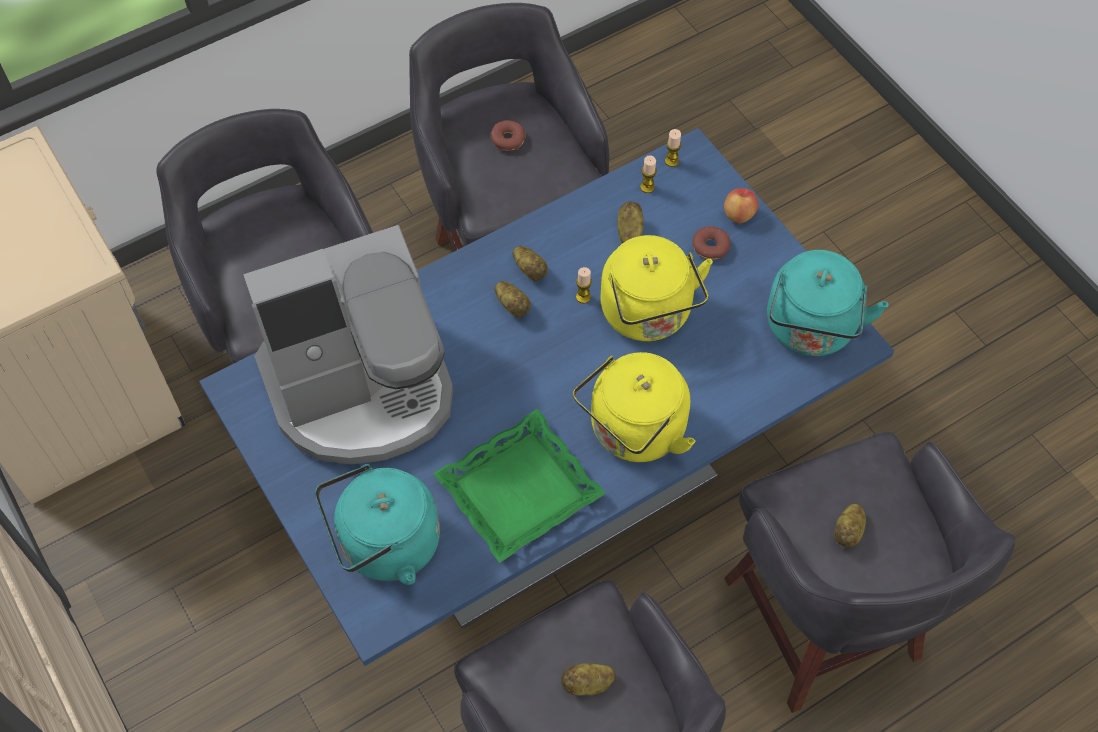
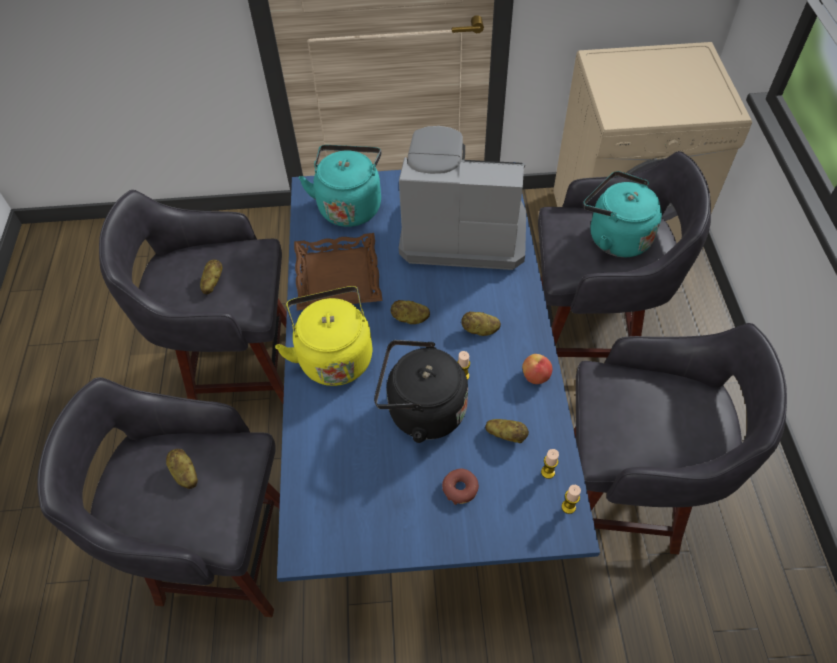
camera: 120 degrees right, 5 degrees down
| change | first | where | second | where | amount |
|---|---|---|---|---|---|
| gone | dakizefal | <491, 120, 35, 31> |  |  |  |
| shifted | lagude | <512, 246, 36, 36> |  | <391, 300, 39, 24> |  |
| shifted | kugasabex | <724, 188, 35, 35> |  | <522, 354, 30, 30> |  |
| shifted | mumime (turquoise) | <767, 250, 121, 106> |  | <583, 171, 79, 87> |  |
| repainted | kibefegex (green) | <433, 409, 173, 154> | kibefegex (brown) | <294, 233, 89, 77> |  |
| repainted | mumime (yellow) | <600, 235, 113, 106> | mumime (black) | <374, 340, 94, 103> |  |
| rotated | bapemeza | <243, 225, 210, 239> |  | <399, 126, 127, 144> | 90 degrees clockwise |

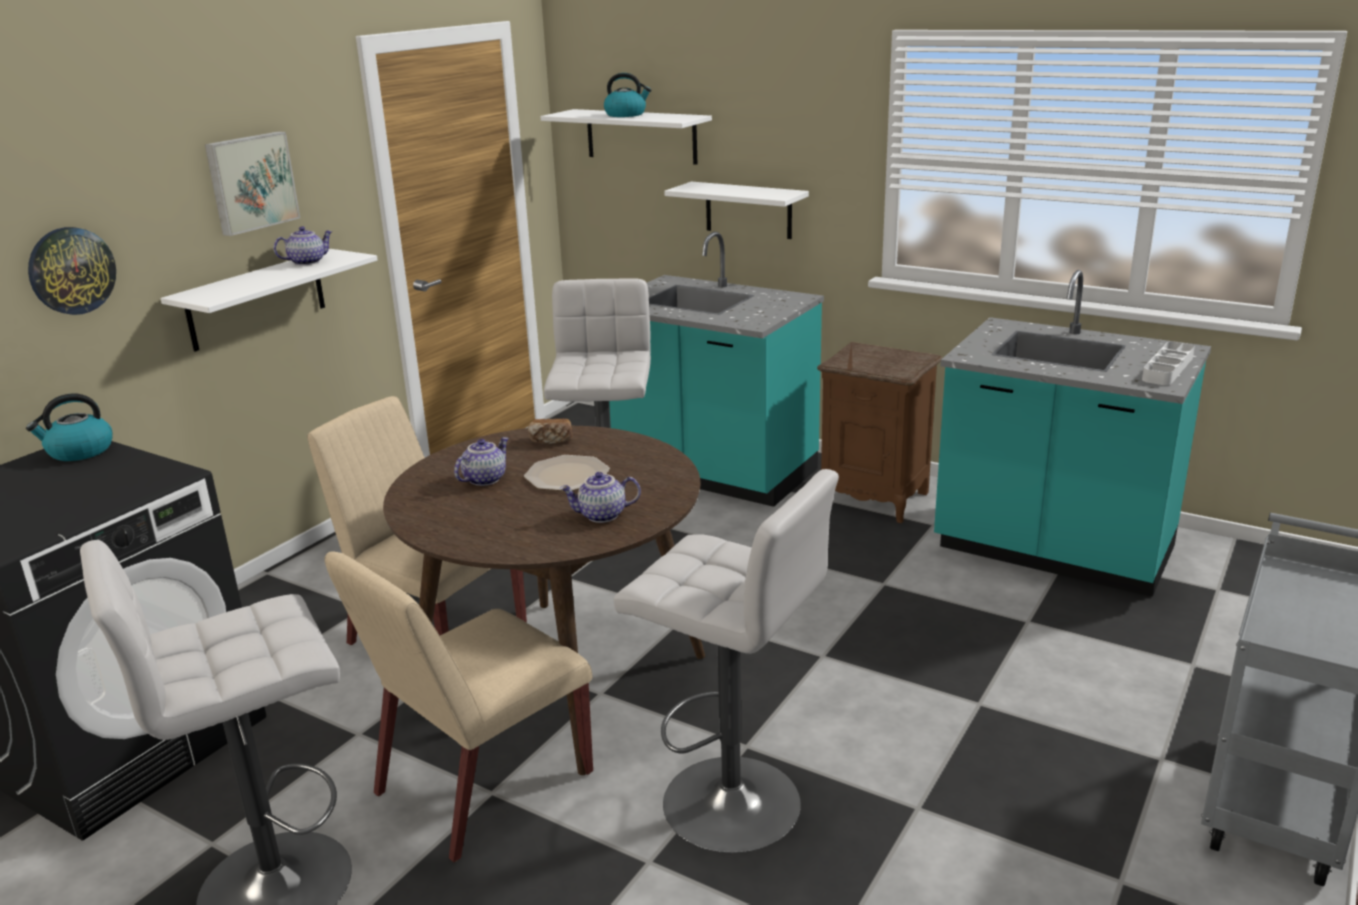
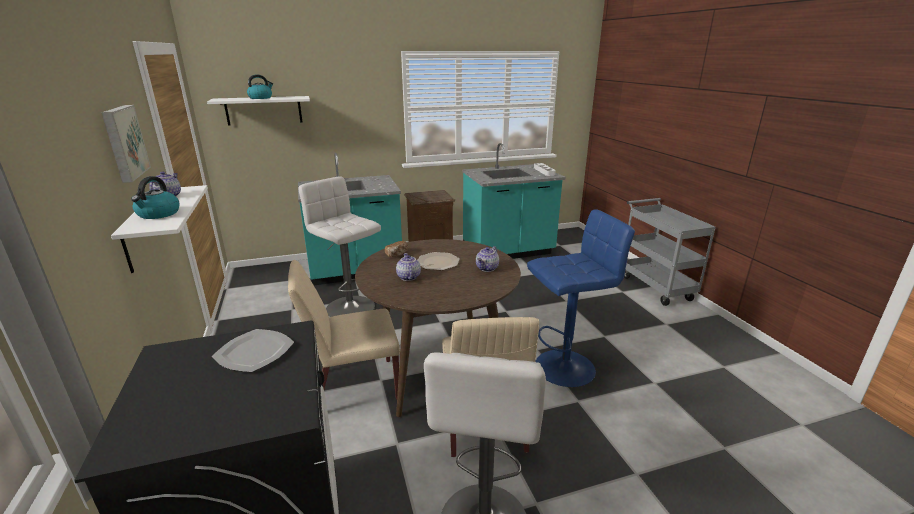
camera: 50 degrees left, 0 degrees up
| change | first | where | second | where | amount |
|---|---|---|---|---|---|
| gone | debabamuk | <28, 227, 88, 88> |  |  |  |
| gone | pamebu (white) | <664, 181, 145, 58> |  |  |  |
| new |  |  | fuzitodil | <212, 329, 82, 43> |  |
| shifted | mumime | <26, 394, 87, 67> |  | <131, 176, 48, 43> |  |
| repainted | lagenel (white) | <614, 469, 225, 384> | lagenel (blue) | <527, 209, 108, 178> |  |

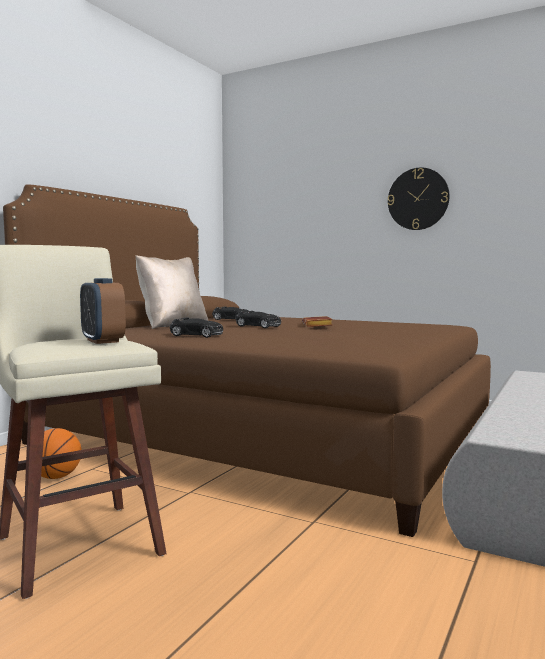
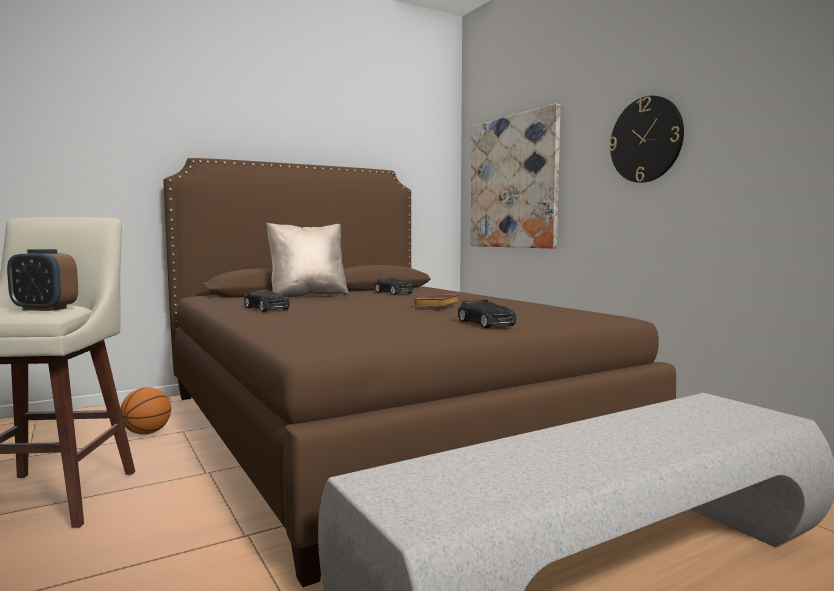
camera: 30 degrees right, 0 degrees up
| change | first | where | second | where | amount |
|---|---|---|---|---|---|
| new |  |  | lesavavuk | <470, 103, 91, 146> |  |
| shifted | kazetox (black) | <236, 311, 45, 17> |  | <458, 299, 58, 29> |  |
| rotated | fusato | <80, 278, 46, 66> |  | <7, 249, 71, 62> | 75 degrees counterclockwise |

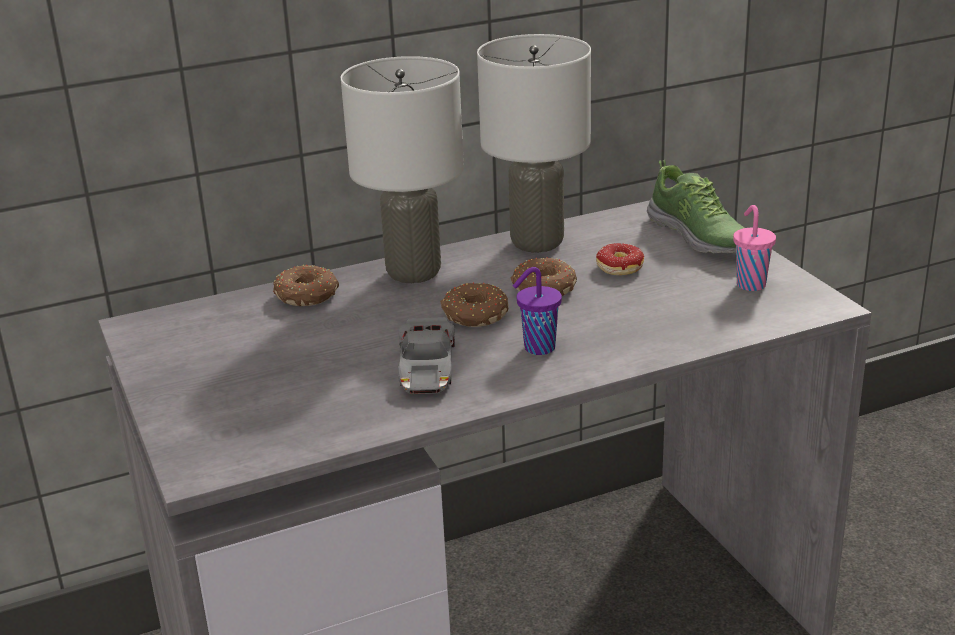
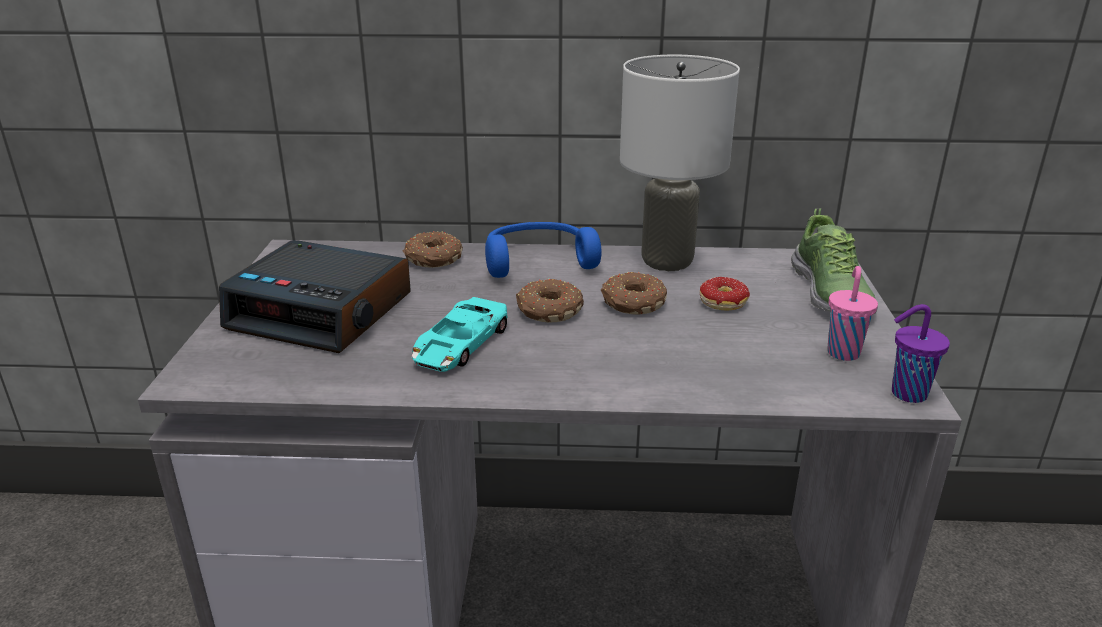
camera: 25 degrees right, 0 degrees up
| change | first | where | second | where | amount |
|---|---|---|---|---|---|
| new |  |  | fusato | <219, 240, 192, 113> |  |
| shifted | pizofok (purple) | <513, 267, 49, 88> |  | <892, 304, 58, 99> |  |
| swapped | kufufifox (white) | <341, 56, 123, 227> | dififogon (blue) | <485, 222, 117, 56> |  |
| repainted | kazetox (grey) | <398, 317, 57, 77> | kazetox (turquoise) | <412, 297, 95, 75> |  |

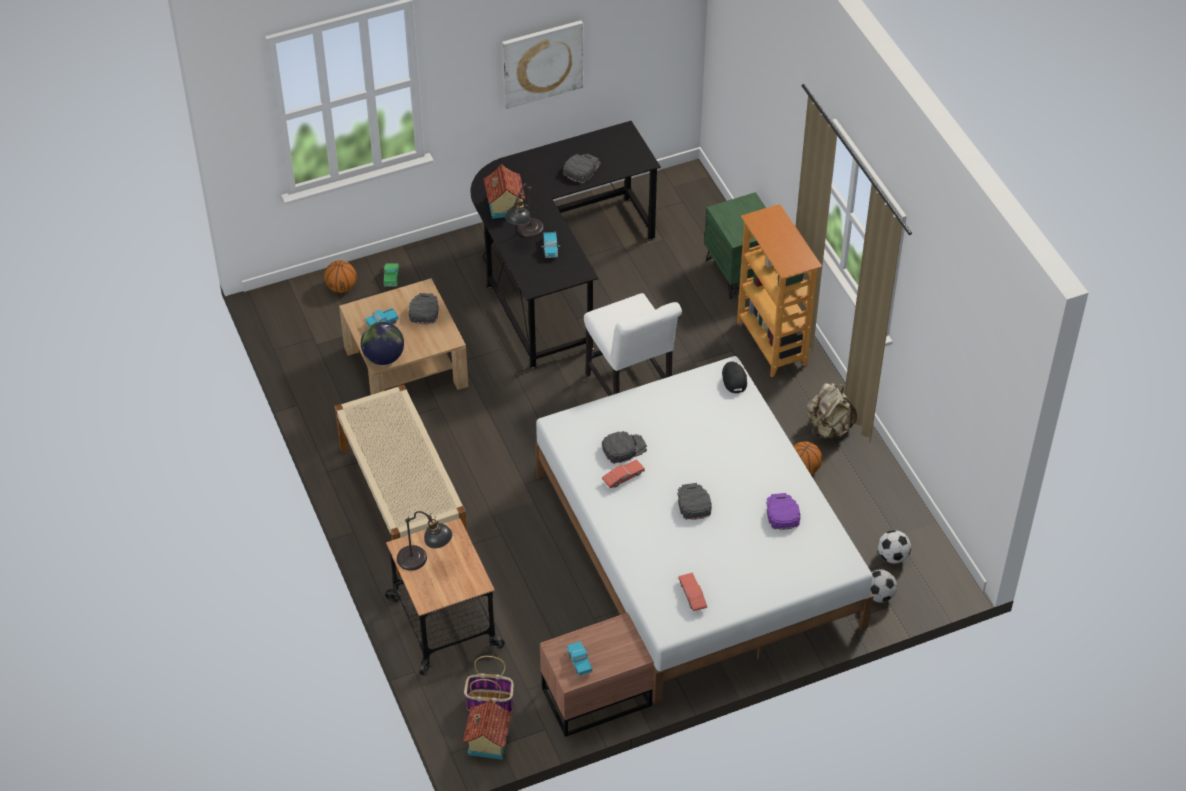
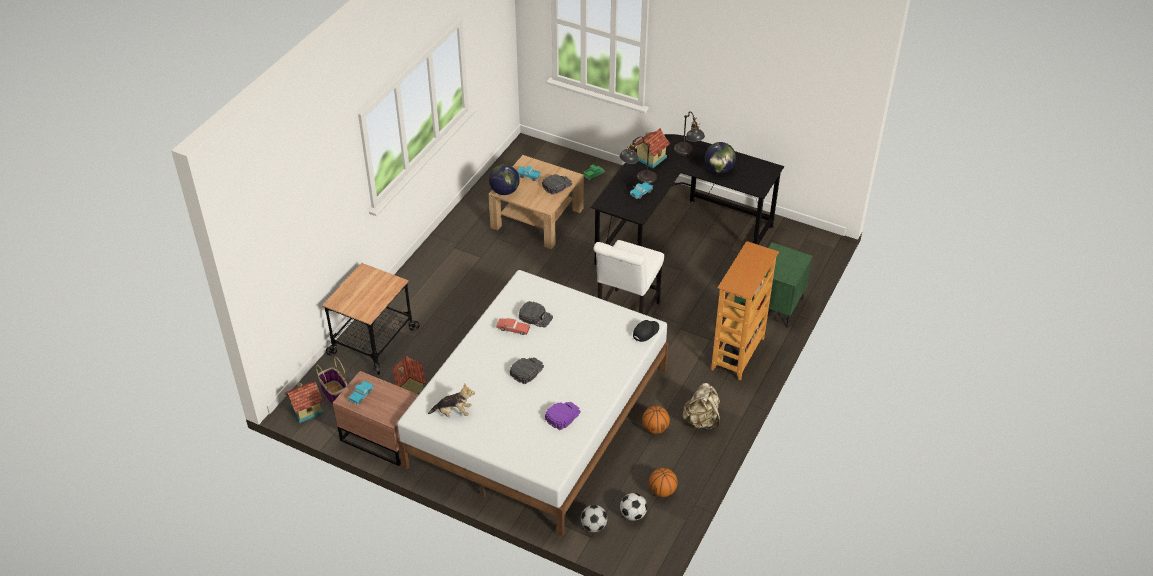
camera: 50 degrees right, 5 degrees down
| change | first | where | second | where | amount |
|---|---|---|---|---|---|
| gone | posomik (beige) | <334, 384, 133, 192> |  |  |  |
| gone | lesavavuk | <502, 20, 81, 89> |  |  |  |
| new |  |  | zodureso | <392, 356, 34, 39> |  |
| shifted | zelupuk | <324, 260, 32, 33> |  | <649, 468, 29, 29> |  |
| shifted | kufufifox (grey) | <397, 511, 55, 60> |  | <674, 111, 31, 44> |  |
| swapped | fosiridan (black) | <563, 154, 38, 30> | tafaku | <705, 142, 31, 31> |  |
| swapped | kazetox (red) | <679, 573, 28, 38> | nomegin | <428, 384, 47, 33> |  |

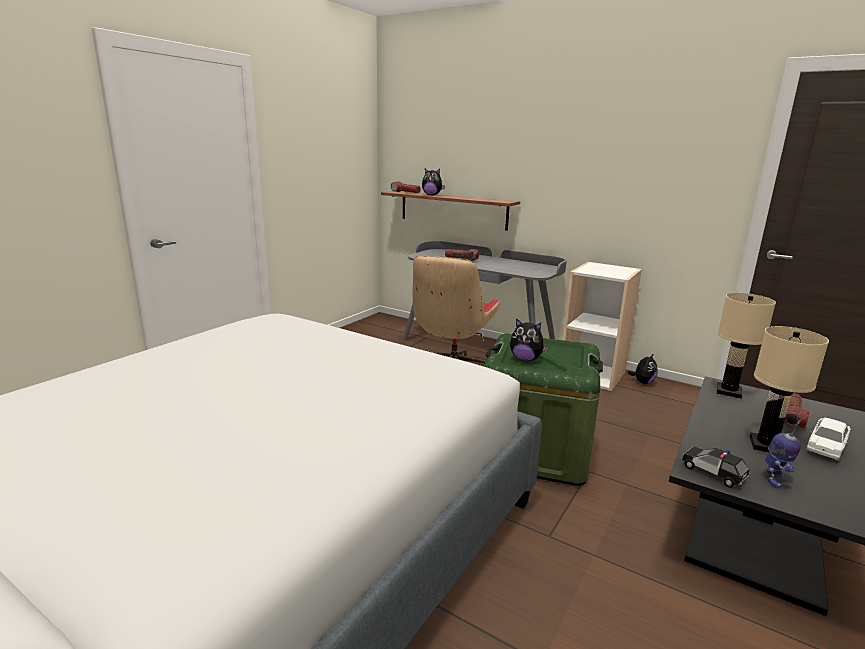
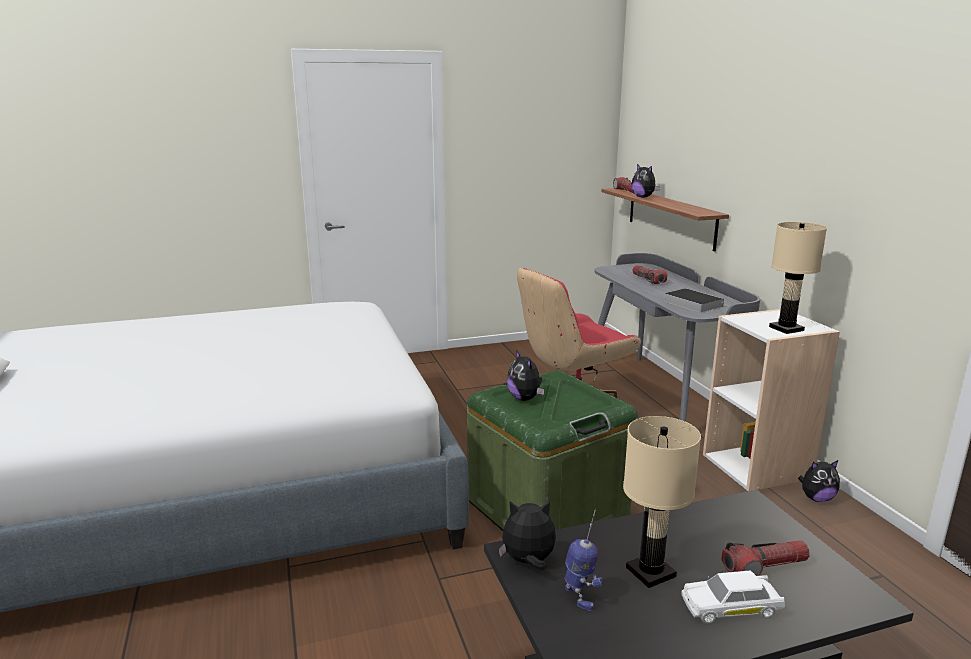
camera: 40 degrees right, 0 degrees up
| change | first | where | second | where | amount |
|---|---|---|---|---|---|
| new |  |  | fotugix | <664, 288, 60, 25> |  |
| shifted | kufufifox (beige) | <717, 293, 59, 105> |  | <769, 222, 58, 112> |  |
| swapped | kazetox | <682, 446, 67, 42> | nomegin | <498, 501, 58, 69> |  |
| rotated | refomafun | <764, 412, 44, 77> |  | <565, 509, 37, 102> | 90 degrees counterclockwise |

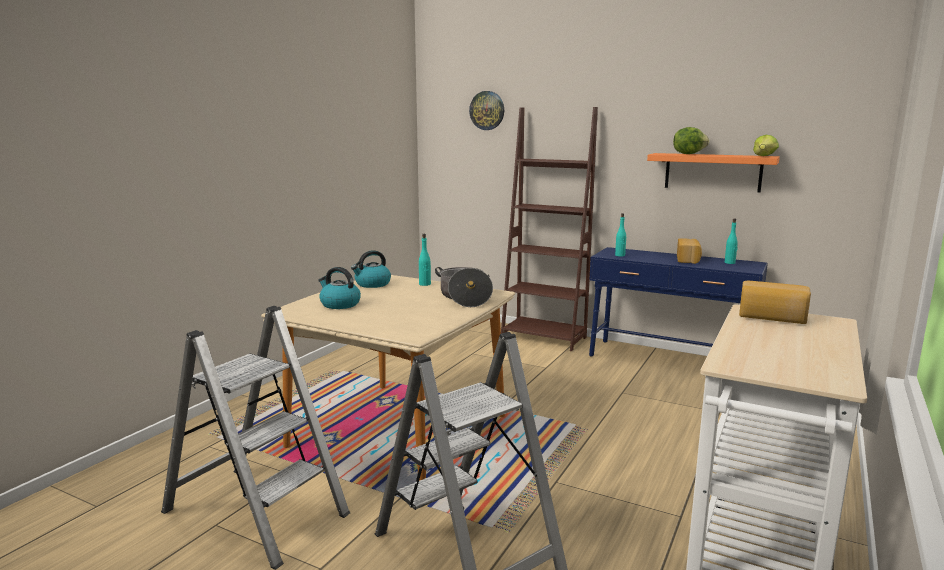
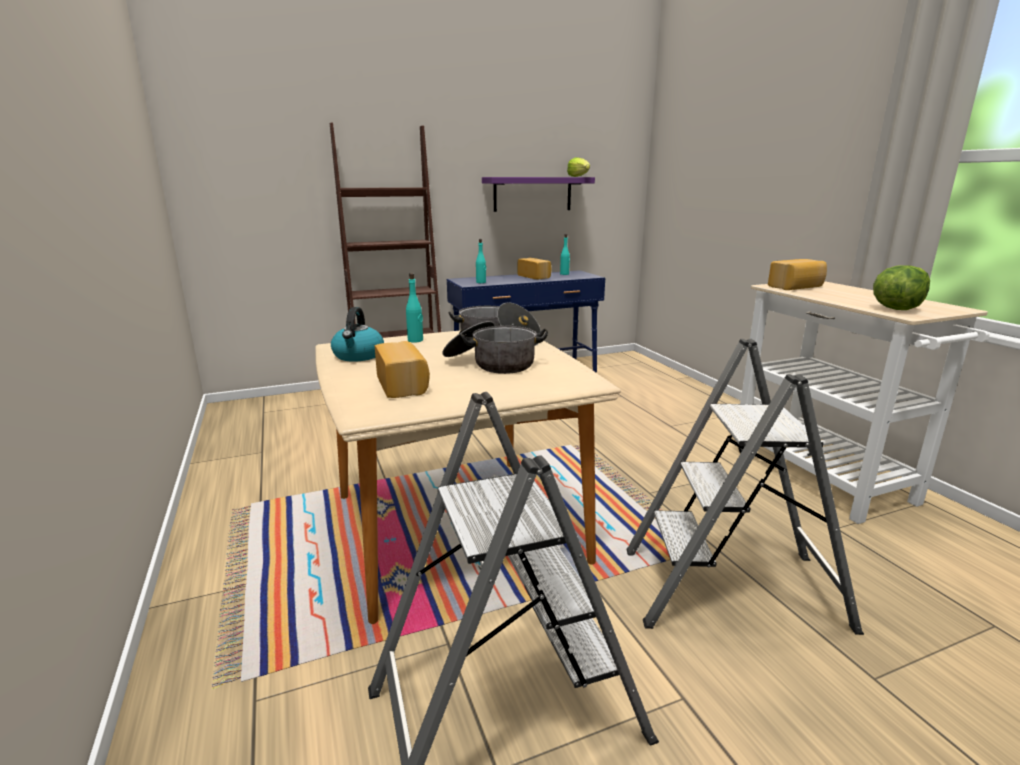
camera: 50 degrees left, 5 degrees up
| change | first | where | second | where | amount |
|---|---|---|---|---|---|
| gone | debabamuk | <469, 91, 35, 39> |  |  |  |
| new |  |  | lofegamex | <442, 321, 106, 53> |  |
| shifted | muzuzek | <673, 127, 36, 27> |  | <873, 265, 57, 45> |  |
| swapped | mumime | <318, 267, 43, 42> | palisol | <375, 341, 55, 57> |  |
| repainted | pamebu (orange) | <647, 153, 133, 39> | pamebu (purple) | <482, 177, 113, 35> |  |

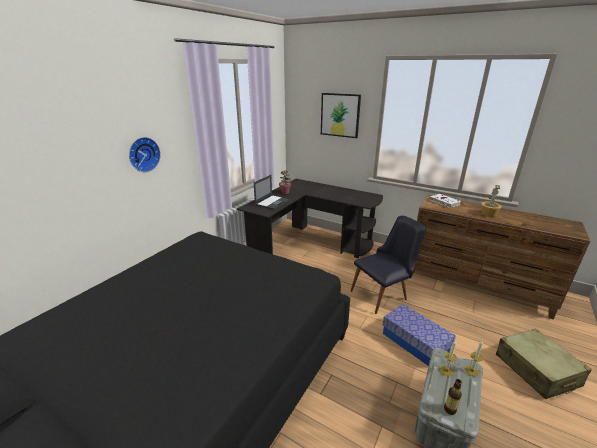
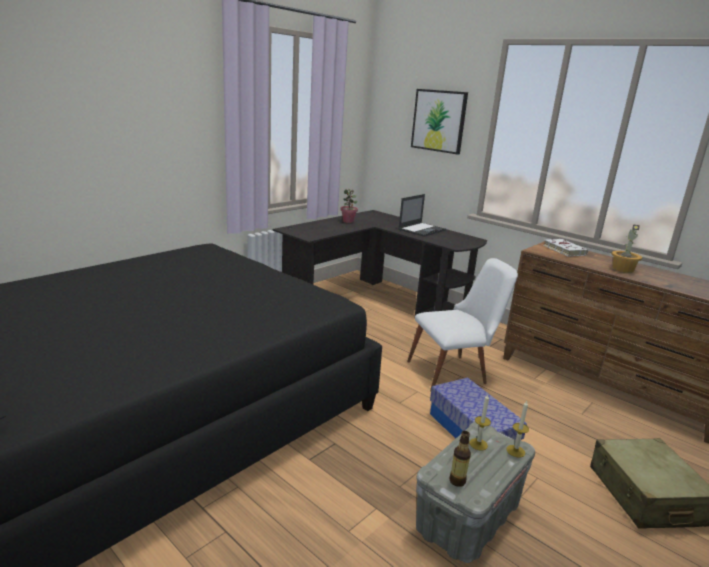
camera: 10 degrees right, 5 degrees down
| change | first | where | second | where | amount |
|---|---|---|---|---|---|
| gone | debabamuk | <129, 137, 32, 35> |  |  |  |
| shifted | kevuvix | <254, 175, 36, 35> |  | <398, 194, 48, 43> |  |
| repainted | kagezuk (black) | <350, 216, 76, 98> | kagezuk (white) | <407, 258, 111, 133> |  |

